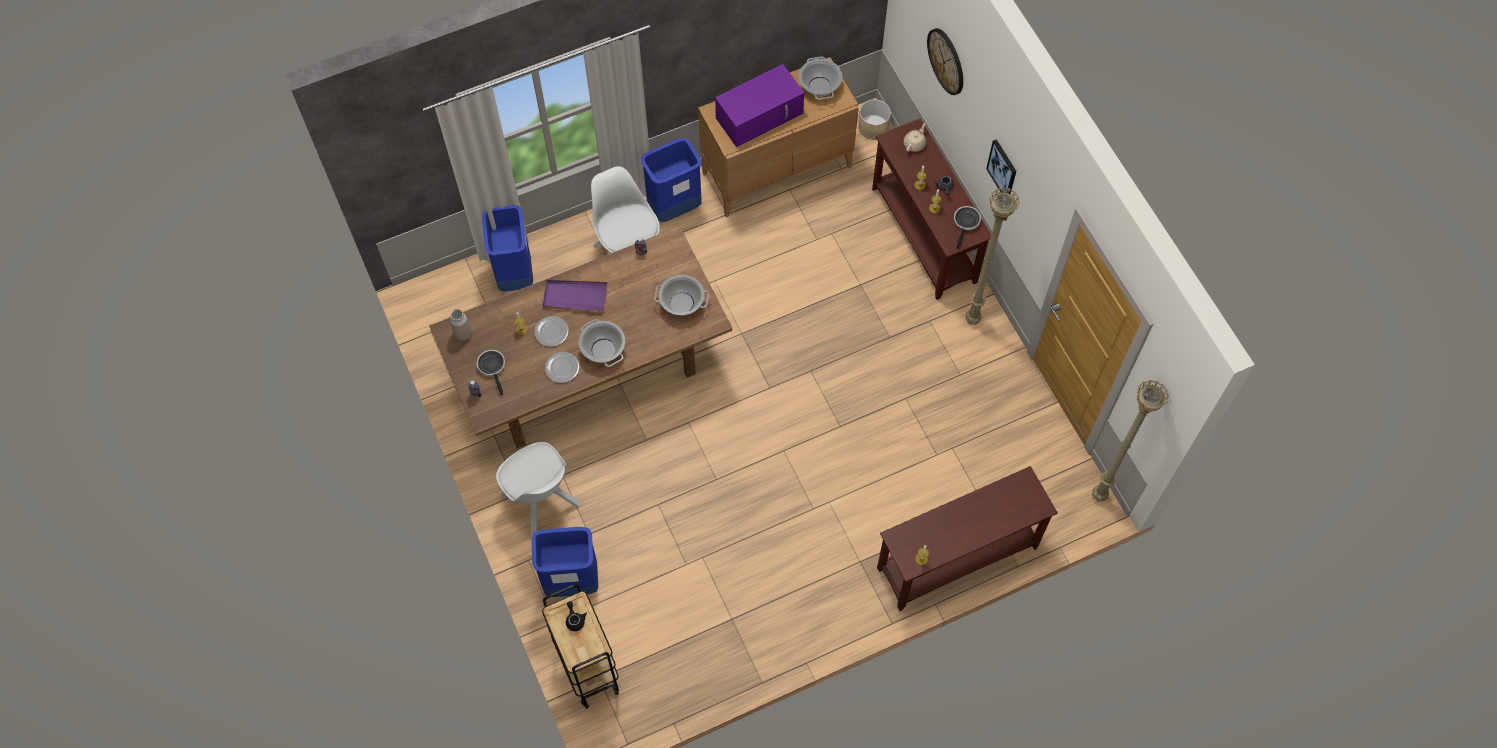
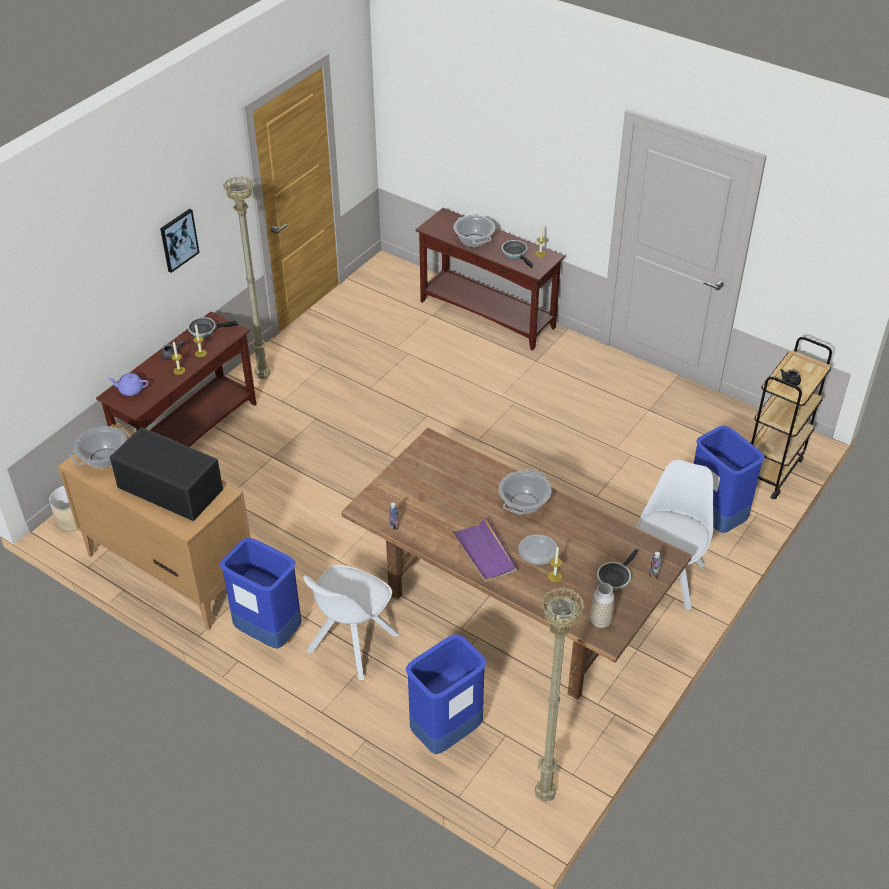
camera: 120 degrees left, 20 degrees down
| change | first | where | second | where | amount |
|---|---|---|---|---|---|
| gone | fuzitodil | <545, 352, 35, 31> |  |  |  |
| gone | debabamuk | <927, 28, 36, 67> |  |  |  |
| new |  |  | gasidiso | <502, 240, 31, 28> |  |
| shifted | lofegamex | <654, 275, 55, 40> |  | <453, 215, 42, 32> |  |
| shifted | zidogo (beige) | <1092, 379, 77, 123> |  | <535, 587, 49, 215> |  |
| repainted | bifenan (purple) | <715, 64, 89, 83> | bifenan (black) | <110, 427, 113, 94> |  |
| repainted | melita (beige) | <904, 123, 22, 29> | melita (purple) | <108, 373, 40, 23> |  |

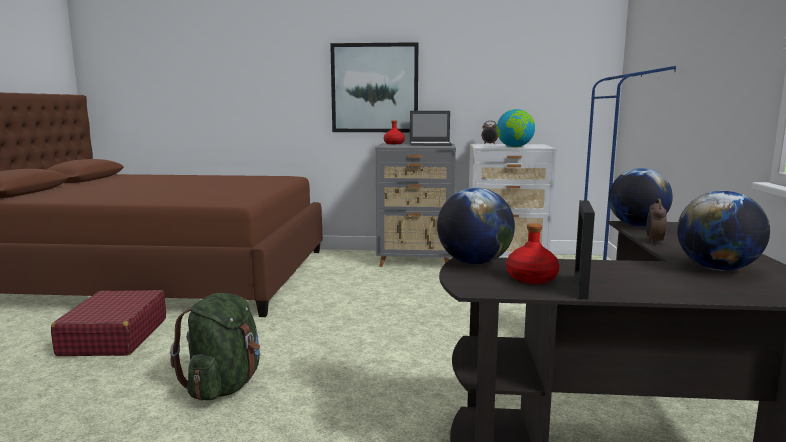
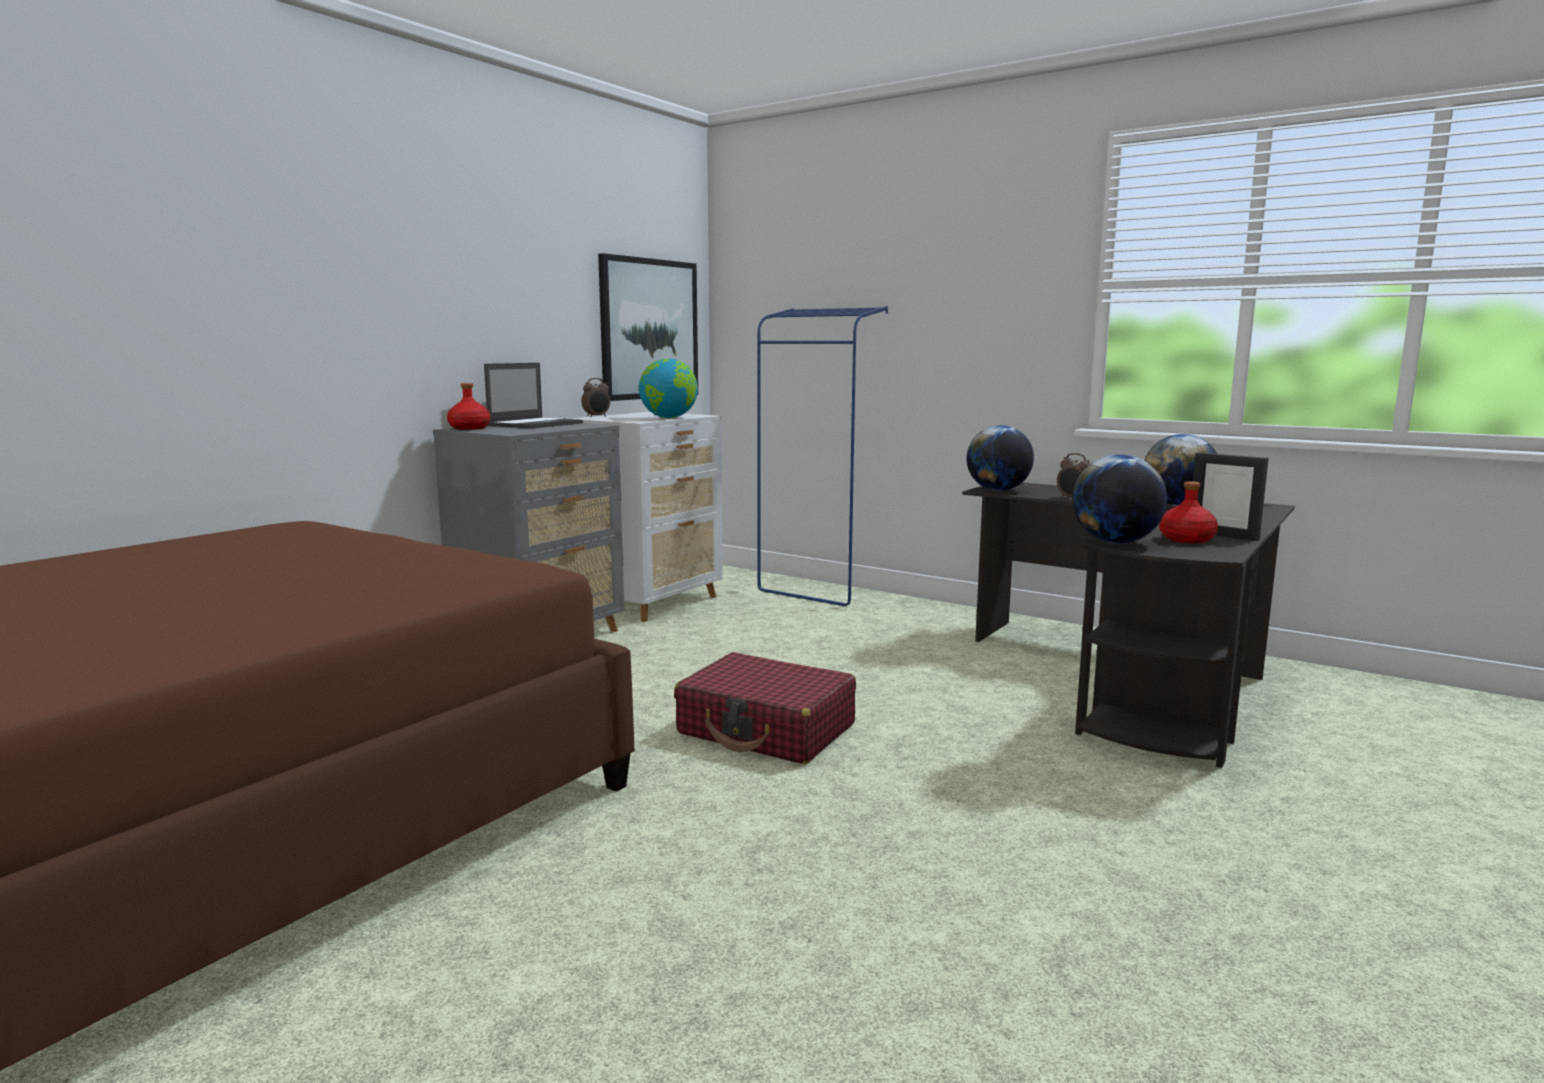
camera: 60 degrees left, 0 degrees up
| change | first | where | second | where | amount |
|---|---|---|---|---|---|
| gone | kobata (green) | <170, 293, 90, 108> |  |  |  |
| shifted | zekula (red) | <51, 290, 115, 66> |  | <674, 652, 182, 112> |  |
| shifted | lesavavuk | <330, 42, 88, 90> |  | <598, 253, 100, 148> |  |

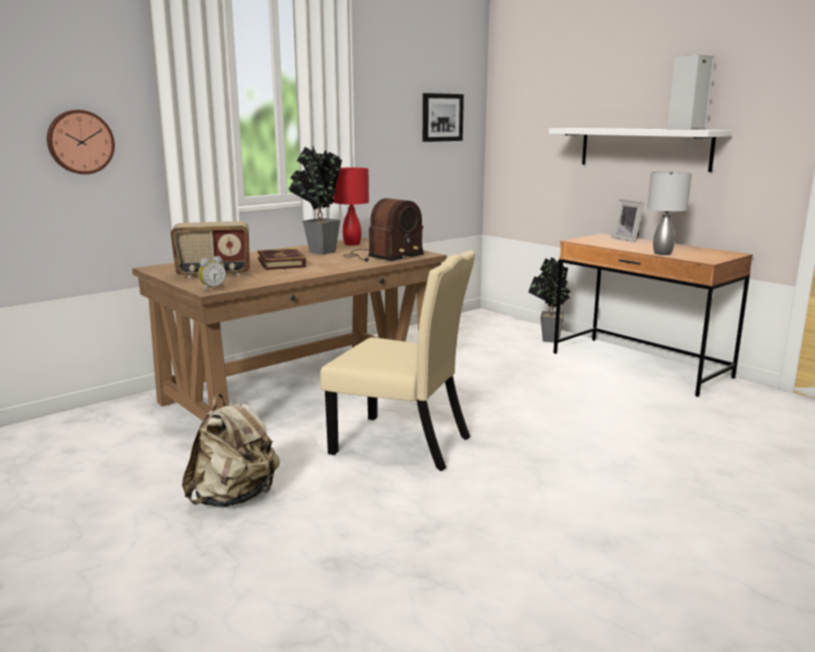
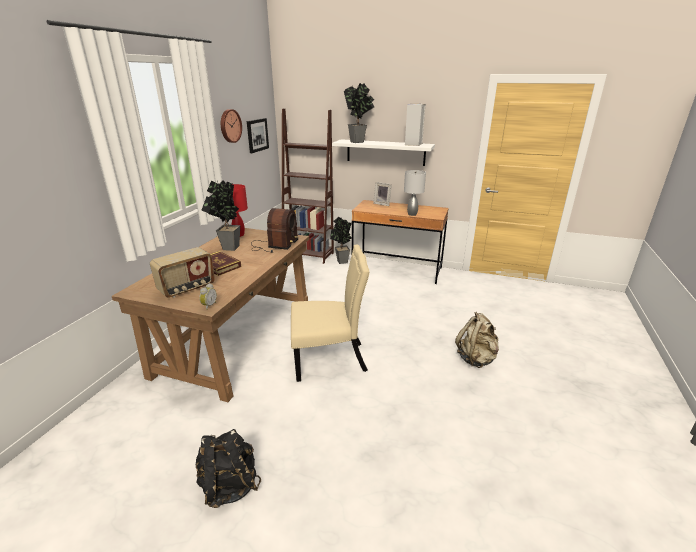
camera: 30 degrees left, 10 degrees up
| change | first | where | second | where | amount |
|---|---|---|---|---|---|
| new |  |  | kobata (black) | <196, 429, 65, 79> |  |
| new |  |  | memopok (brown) | <282, 108, 52, 156> |  |
| new |  |  | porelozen | <344, 83, 30, 60> |  |
| shifted | debabamuk | <47, 110, 68, 64> |  | <221, 109, 21, 34> |  |
| shifted | kobata (beige) | <182, 394, 98, 113> |  | <455, 312, 44, 56> |  |

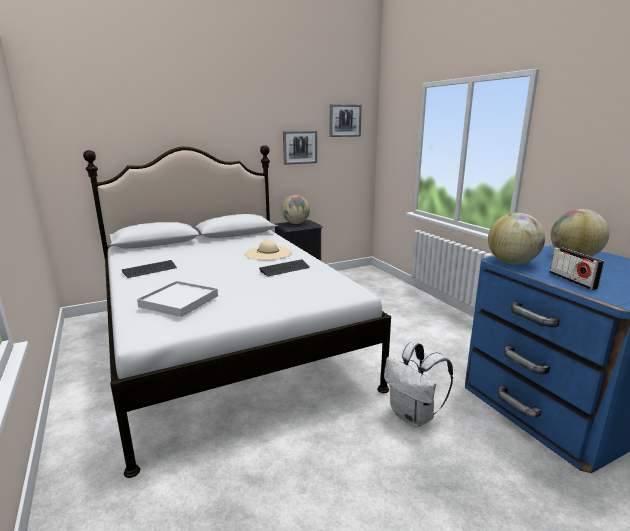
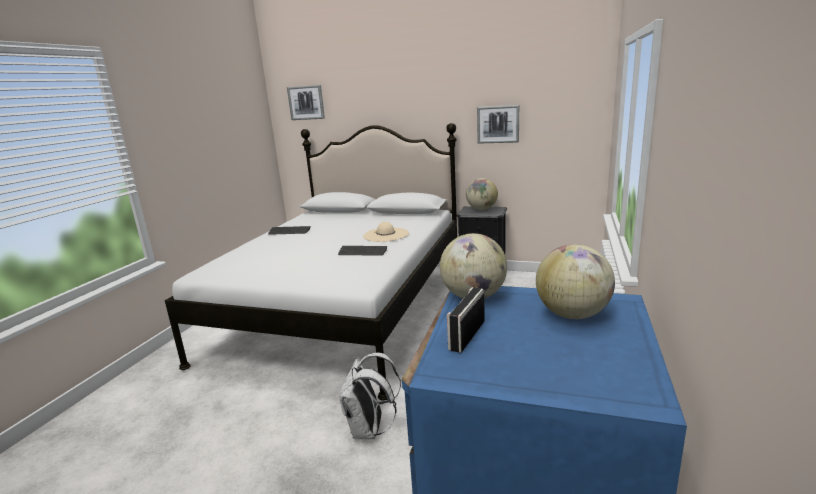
camera: 45 degrees right, 0 degrees up
| change | first | where | second | where | amount |
|---|---|---|---|---|---|
| gone | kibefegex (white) | <137, 281, 81, 36> |  |  |  |
| shifted | lesavavuk | <330, 104, 32, 33> |  | <287, 85, 38, 35> |  |

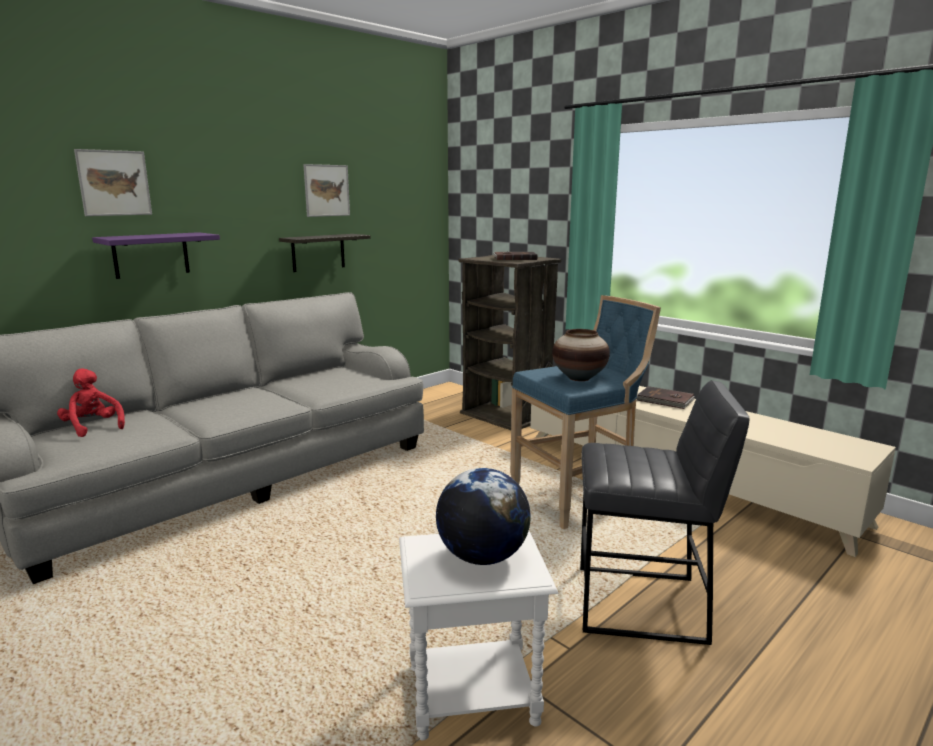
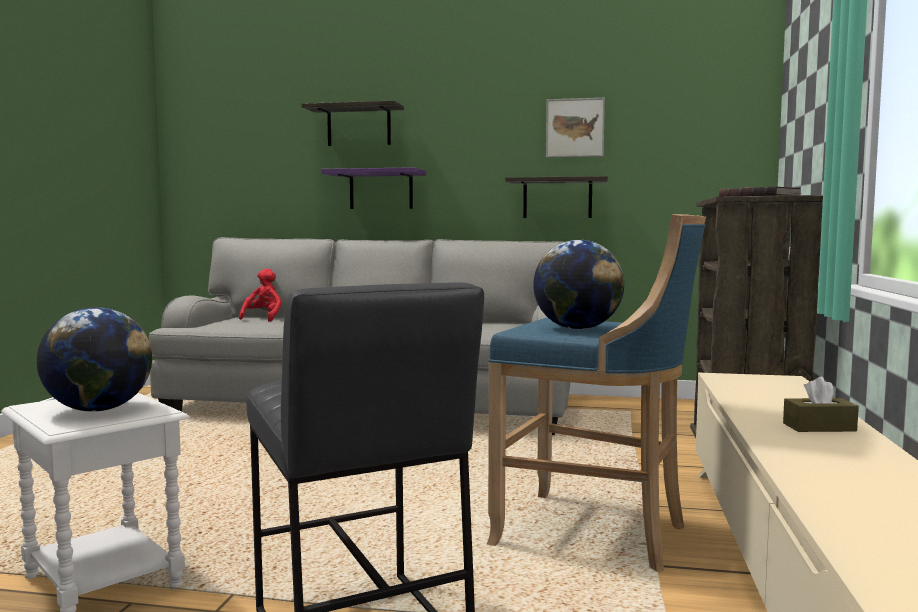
camera: 55 degrees right, 10 degrees down
| change | first | where | second | where | amount |
|---|---|---|---|---|---|
| swapped | lesavavuk | <74, 149, 78, 67> | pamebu | <301, 100, 103, 46> |  |
| swapped | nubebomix | <552, 329, 58, 52> | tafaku | <533, 240, 91, 89> |  |
| swapped | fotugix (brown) | <636, 386, 59, 23> | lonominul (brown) | <783, 377, 76, 55> |  |

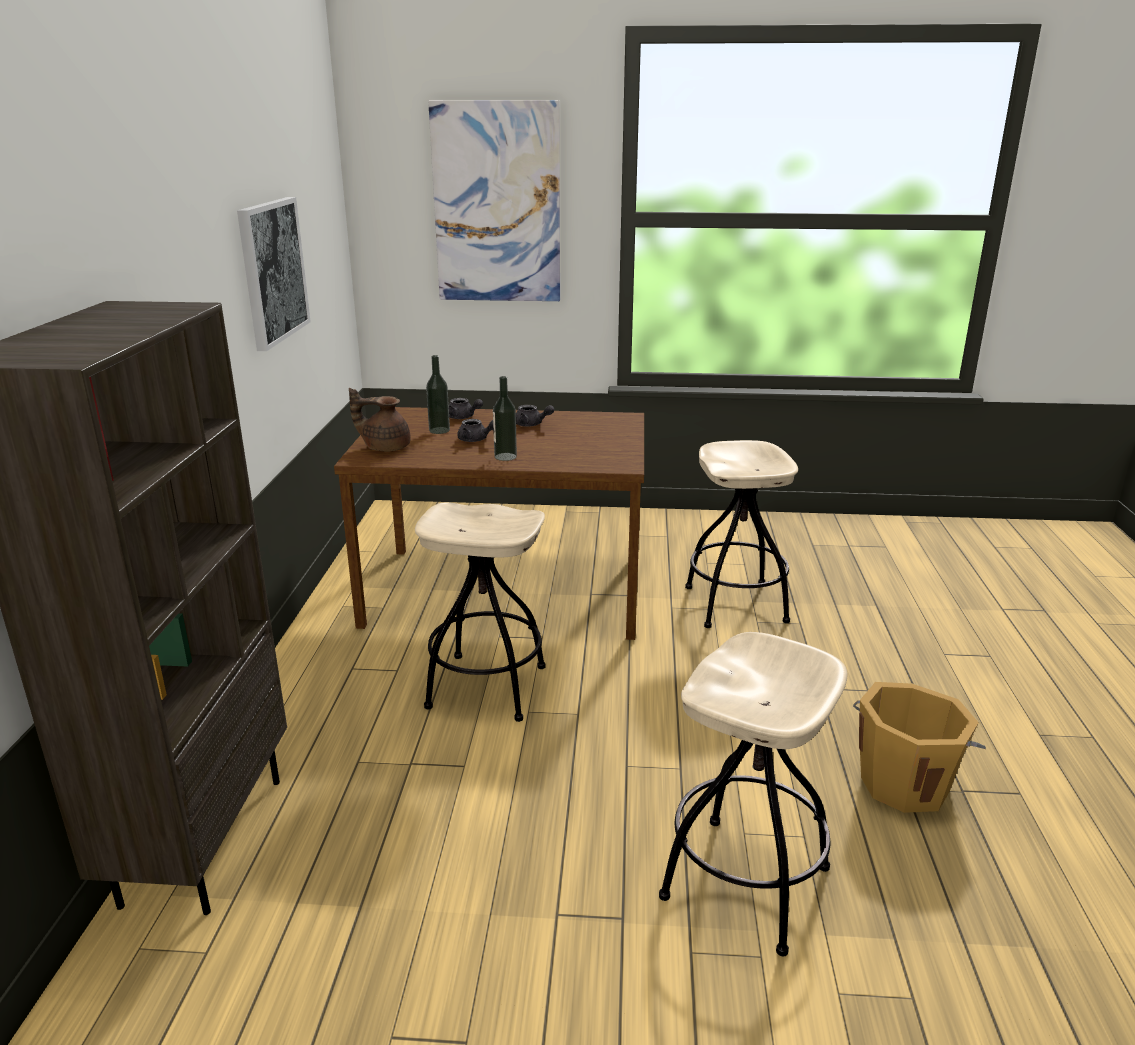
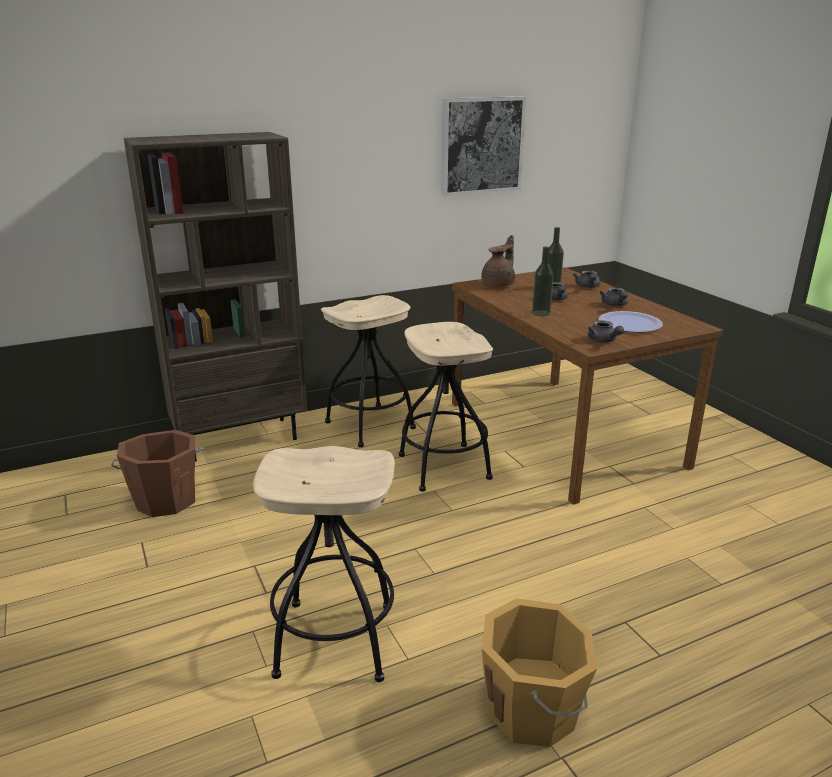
camera: 60 degrees right, 0 degrees up
| change | first | where | second | where | amount |
|---|---|---|---|---|---|
| gone | lesavavuk | <428, 100, 132, 201> |  |  |  |
| new |  |  | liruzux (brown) | <111, 430, 95, 87> |  |
| new |  |  | melita (grey) | <588, 320, 36, 23> |  |
| new |  |  | fuzitodil | <598, 311, 65, 22> |  |
| shifted | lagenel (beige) | <685, 440, 113, 188> |  | <321, 295, 95, 152> |  |
| rotated | melita (brown) | <349, 388, 62, 64> |  | <481, 235, 34, 52> | 60 degrees clockwise |

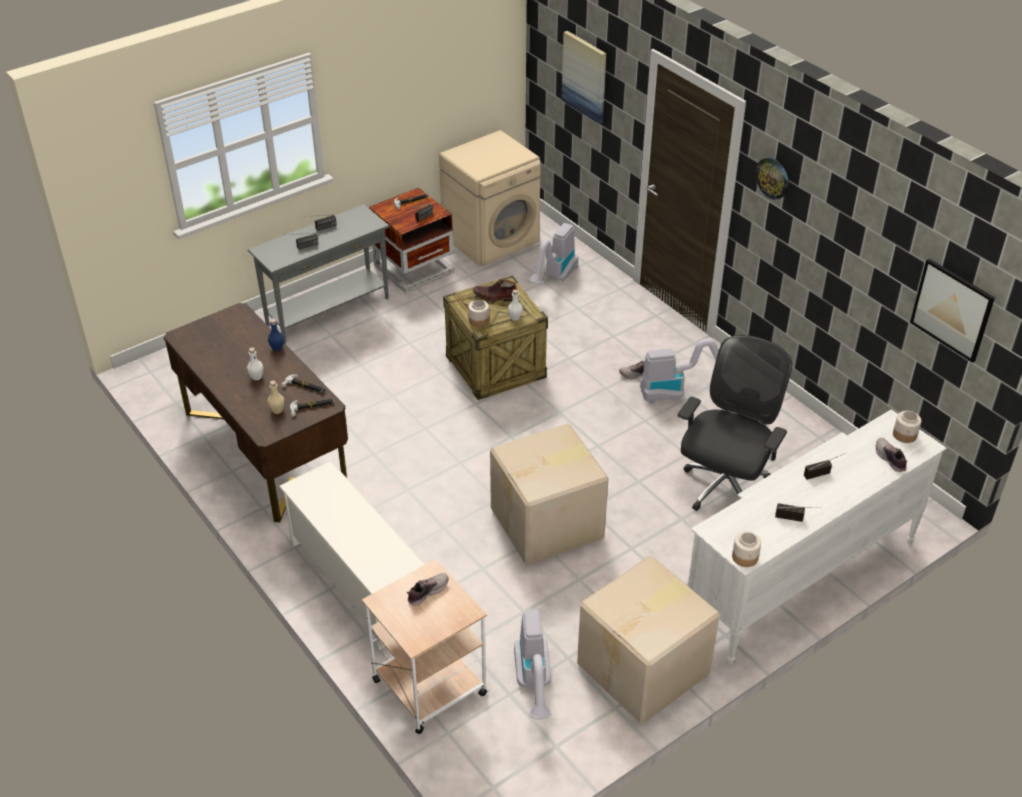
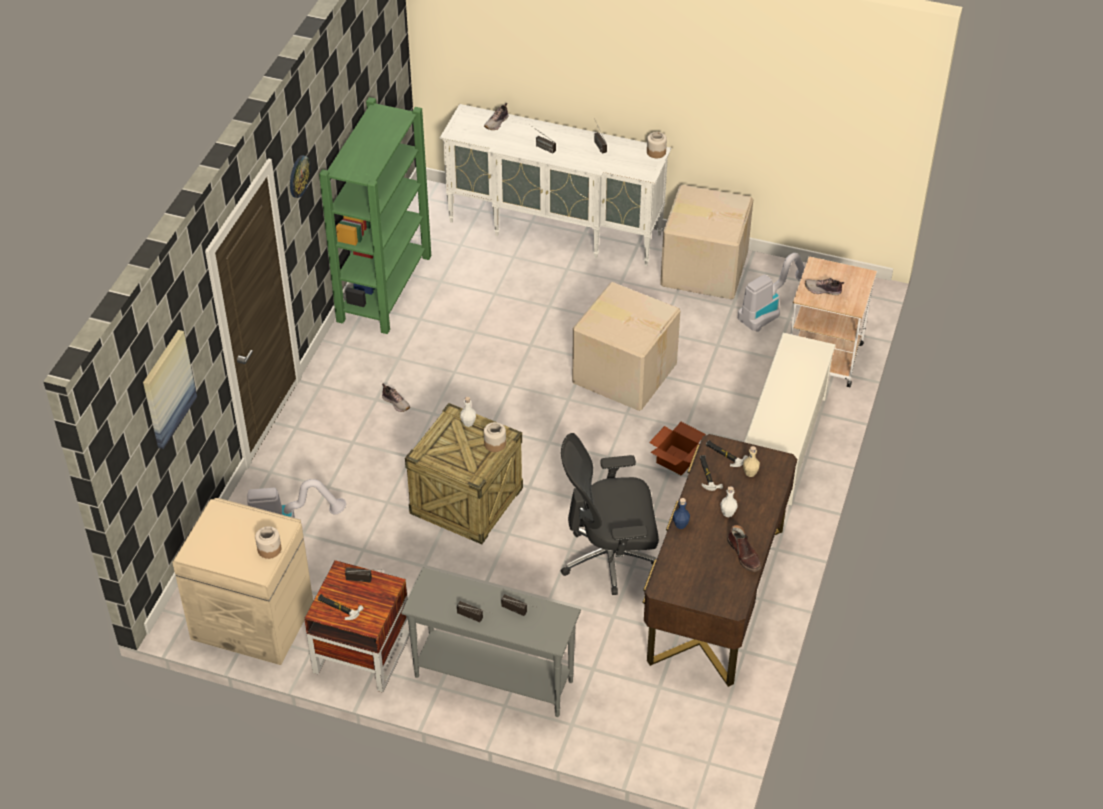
camera: 125 degrees left, 5 degrees up
| change | first | where | second | where | amount |
|---|---|---|---|---|---|
| gone | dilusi | <640, 339, 79, 65> |  |  |  |
| gone | lesavavuk | <910, 259, 85, 104> |  |  |  |
| new |  |  | memopok (green) | <319, 97, 112, 237> |  |
| new |  |  | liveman | <649, 422, 57, 53> |  |
| shifted | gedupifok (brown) | <473, 279, 46, 23> |  | <727, 525, 34, 46> |  |
| shifted | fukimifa | <677, 335, 115, 176> |  | <561, 433, 98, 162> |  |
| shifted | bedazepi | <893, 411, 28, 32> |  | <255, 526, 26, 33> |  |

